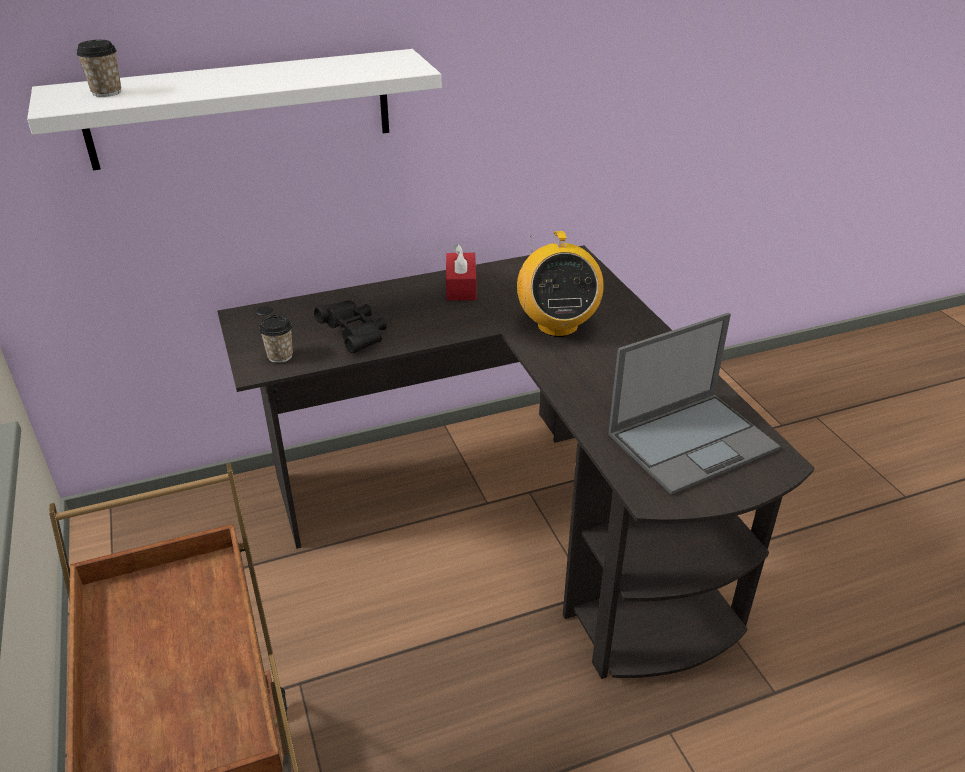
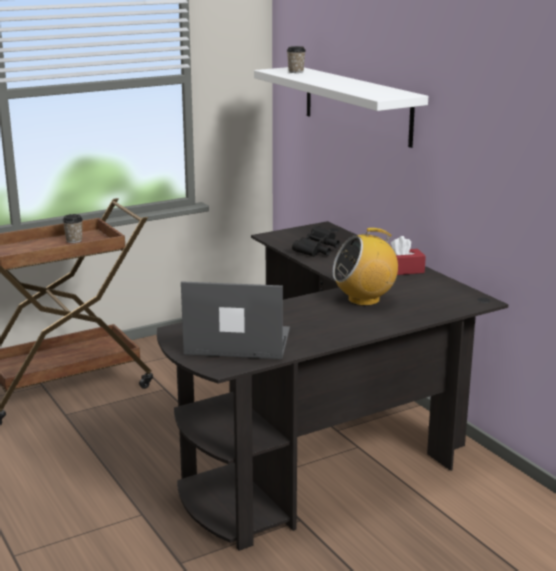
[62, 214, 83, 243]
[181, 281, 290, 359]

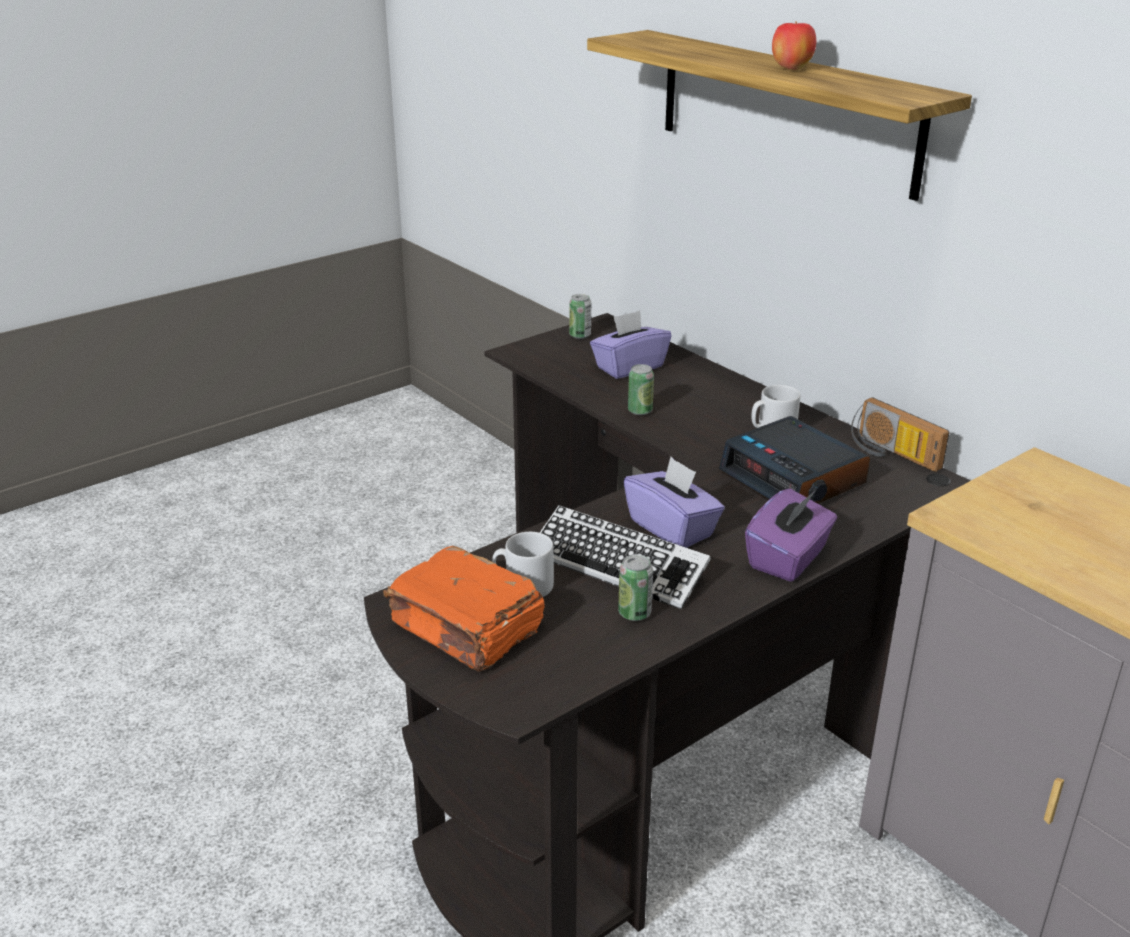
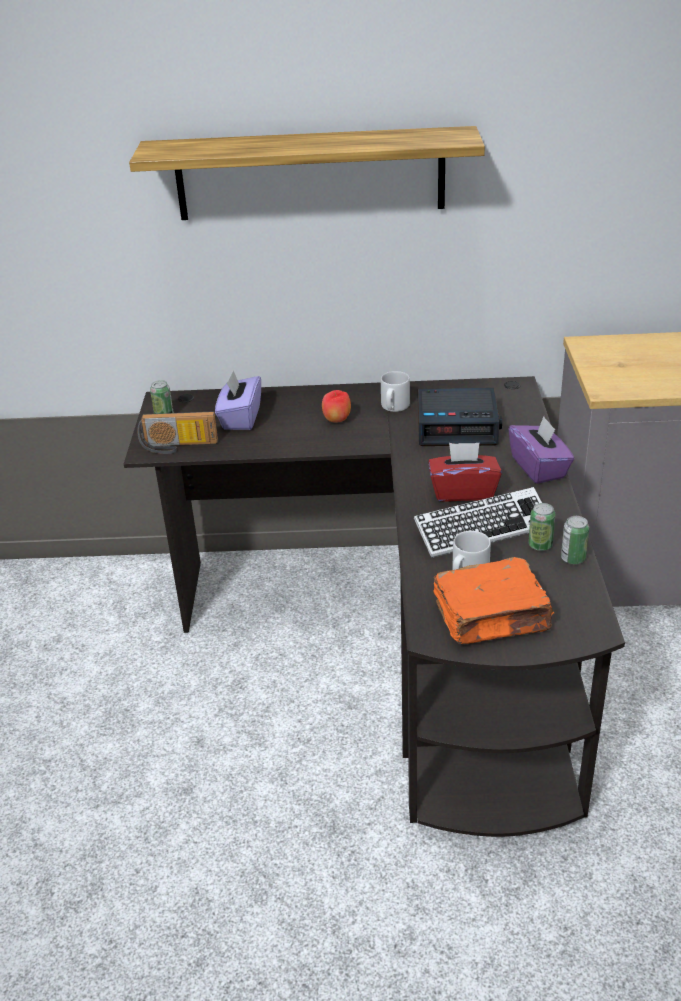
[561, 516, 589, 564]
[322, 390, 351, 423]
[137, 412, 218, 454]
[428, 443, 502, 502]

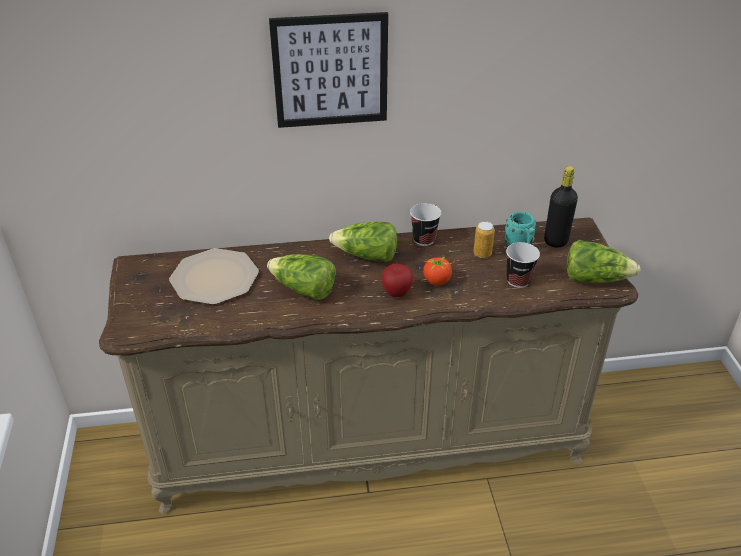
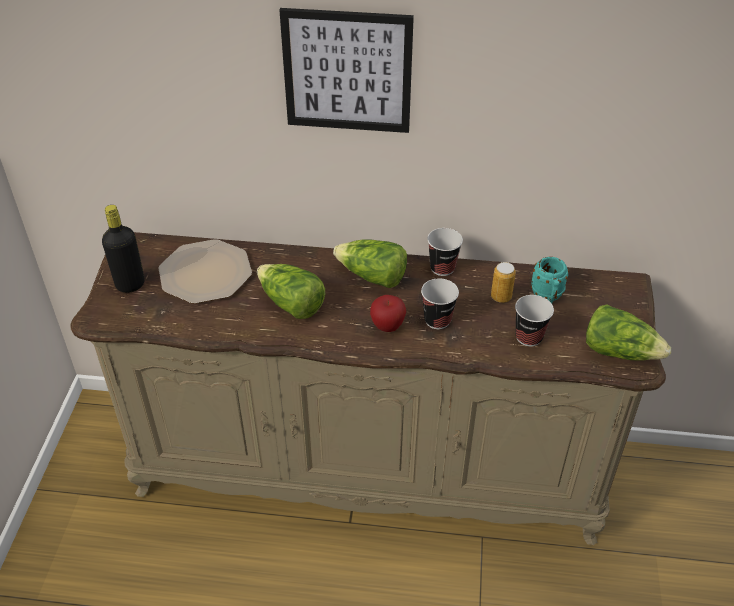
[102, 205, 145, 293]
[421, 278, 459, 329]

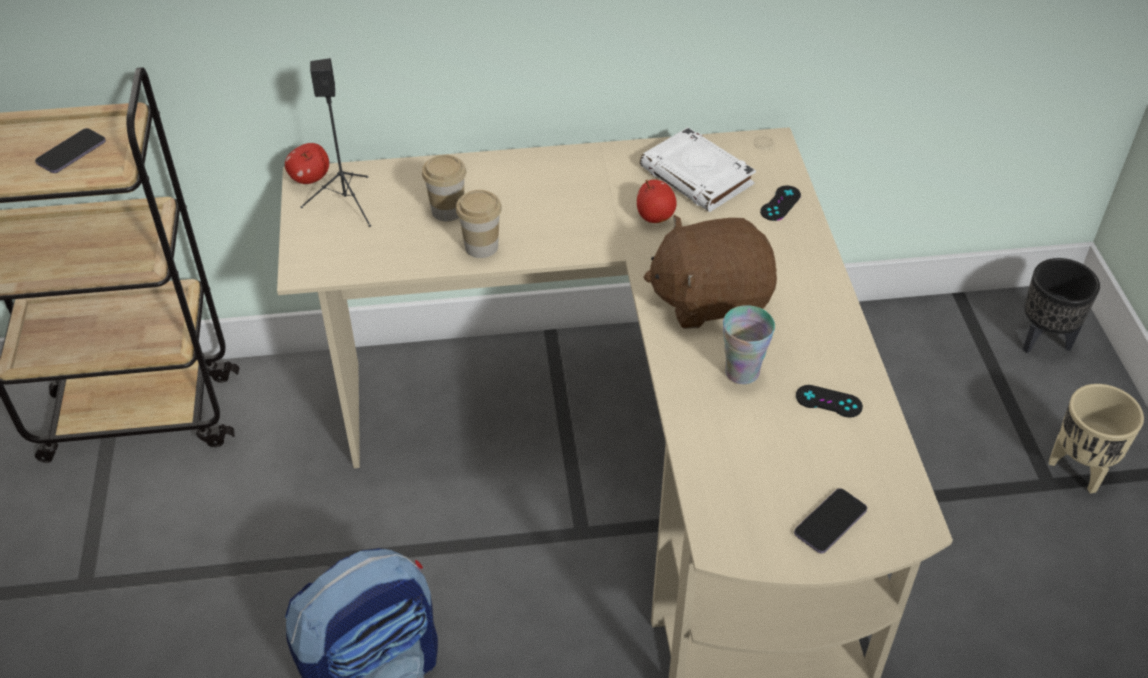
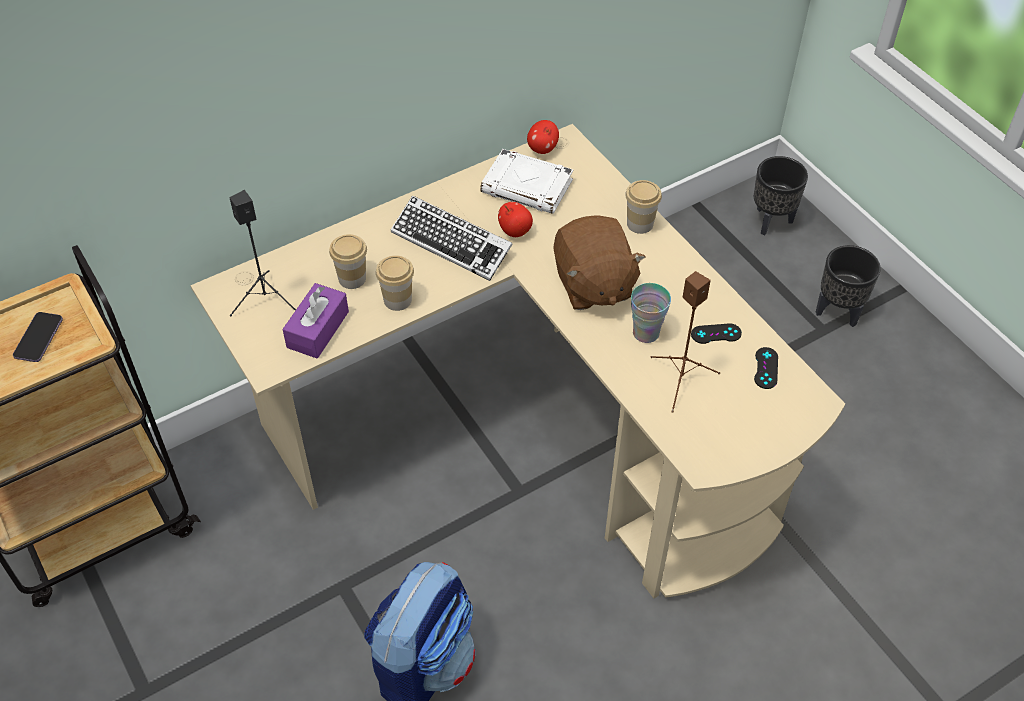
[794, 488, 867, 553] (first image)
[282, 283, 349, 358]
[391, 195, 512, 281]
[625, 180, 662, 234]
[650, 271, 720, 413]
[527, 120, 559, 154]
[754, 347, 778, 389]
[816, 245, 881, 327]
[553, 215, 646, 310]

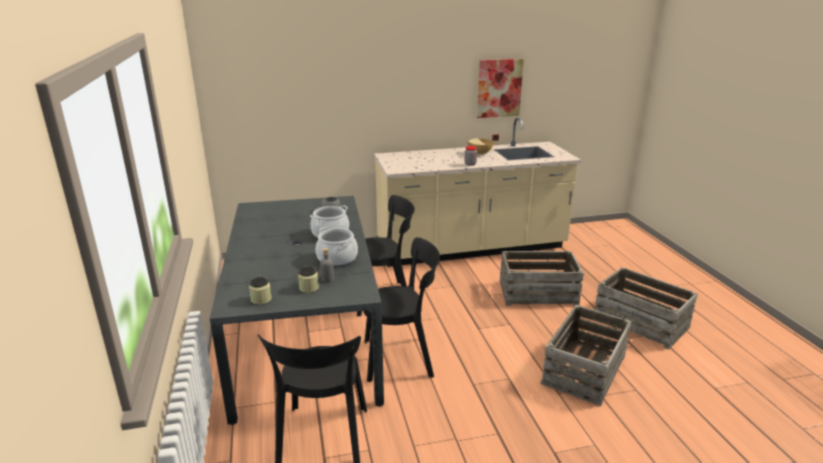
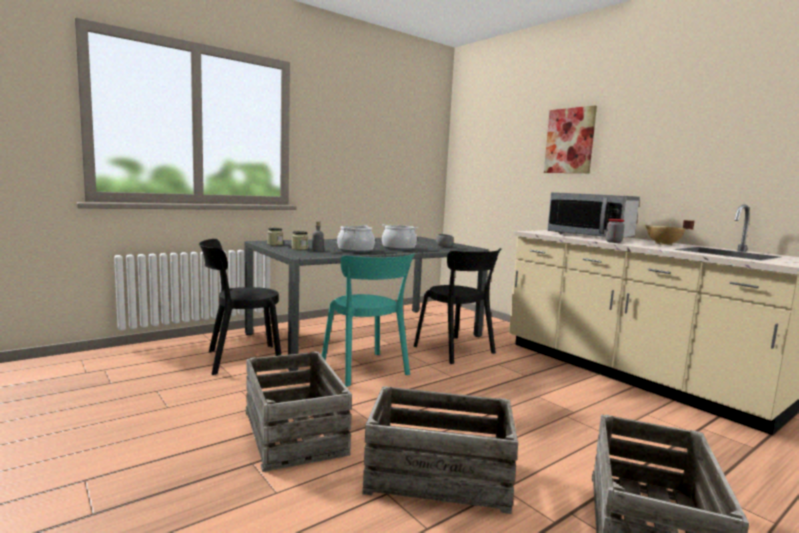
[547, 192, 640, 237]
[544, 106, 597, 173]
[245, 351, 352, 472]
[322, 253, 415, 387]

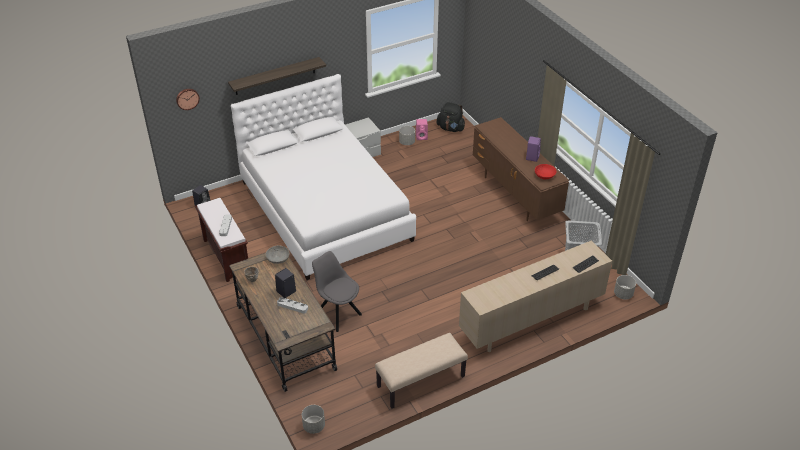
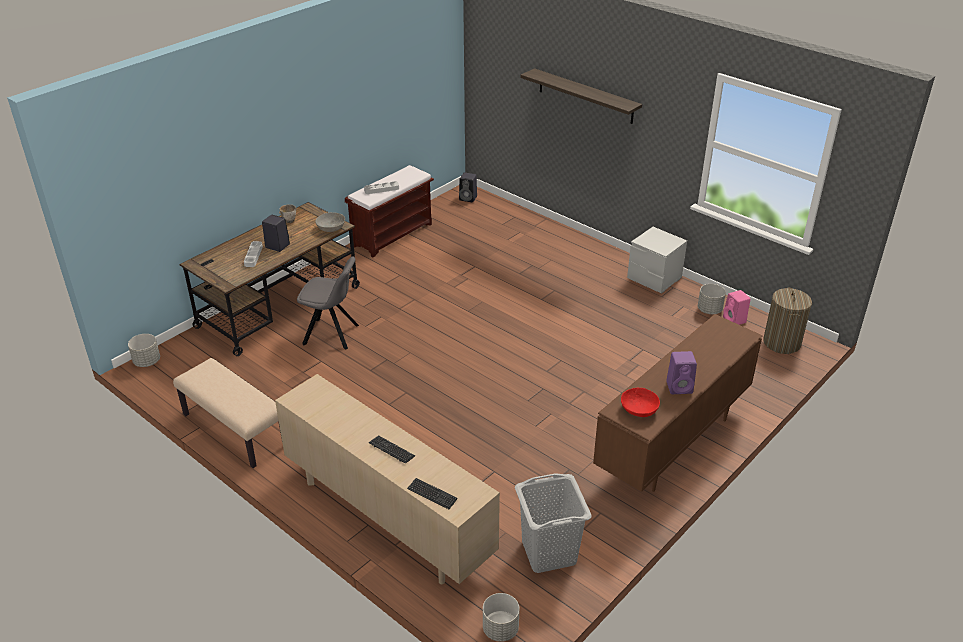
[176, 89, 200, 110] (first image)
[231, 74, 416, 280] (first image)
[763, 288, 812, 354]
[297, 256, 359, 350]

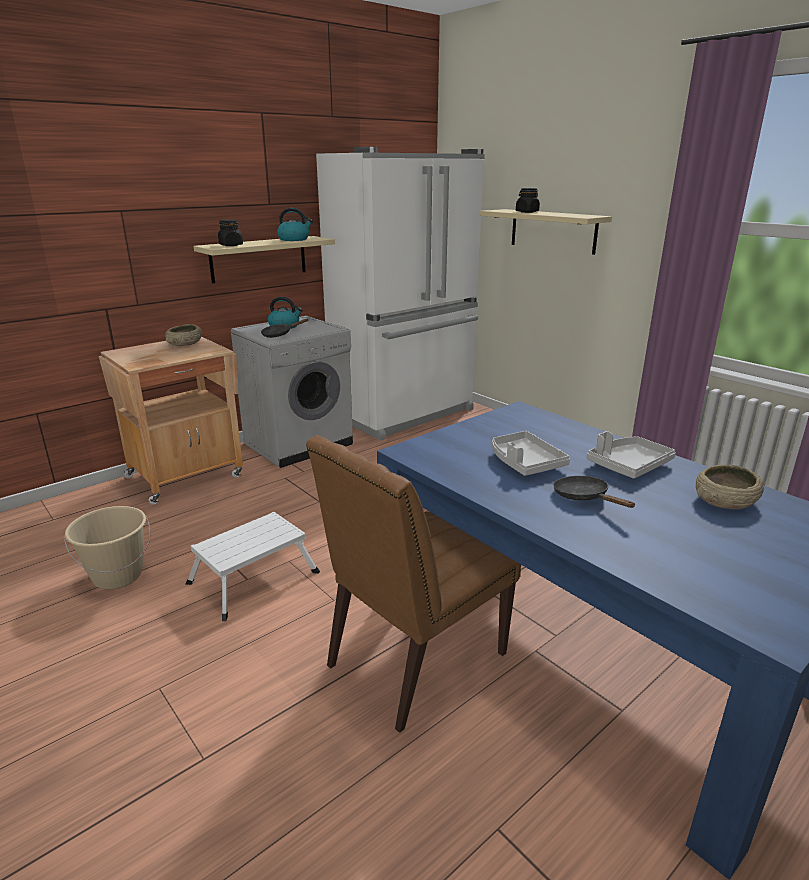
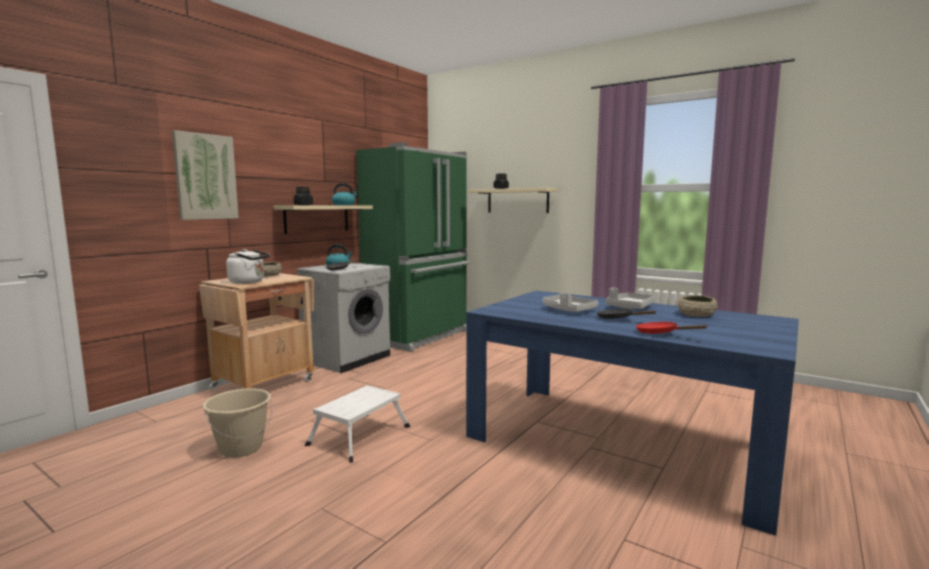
[306, 435, 521, 733] (first image)
[172, 130, 239, 220]
[226, 249, 270, 284]
[636, 322, 707, 334]
[356, 142, 469, 352]

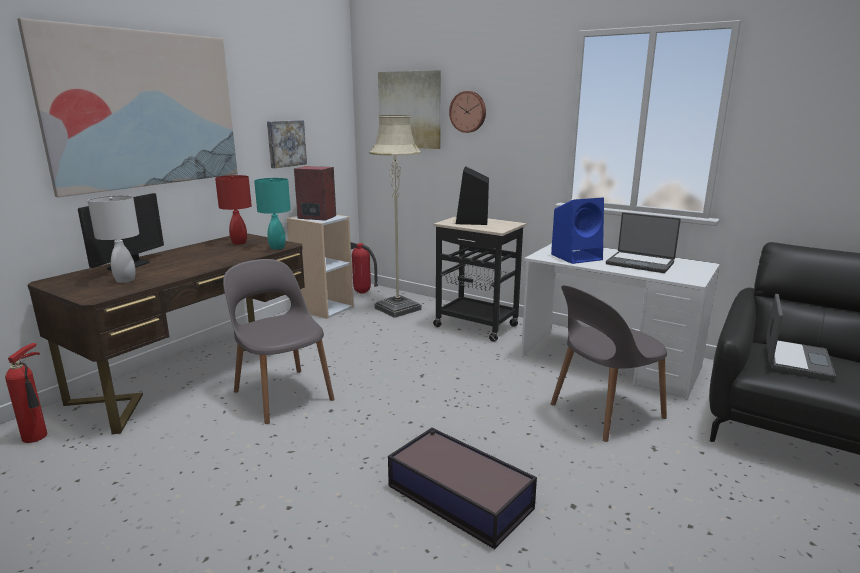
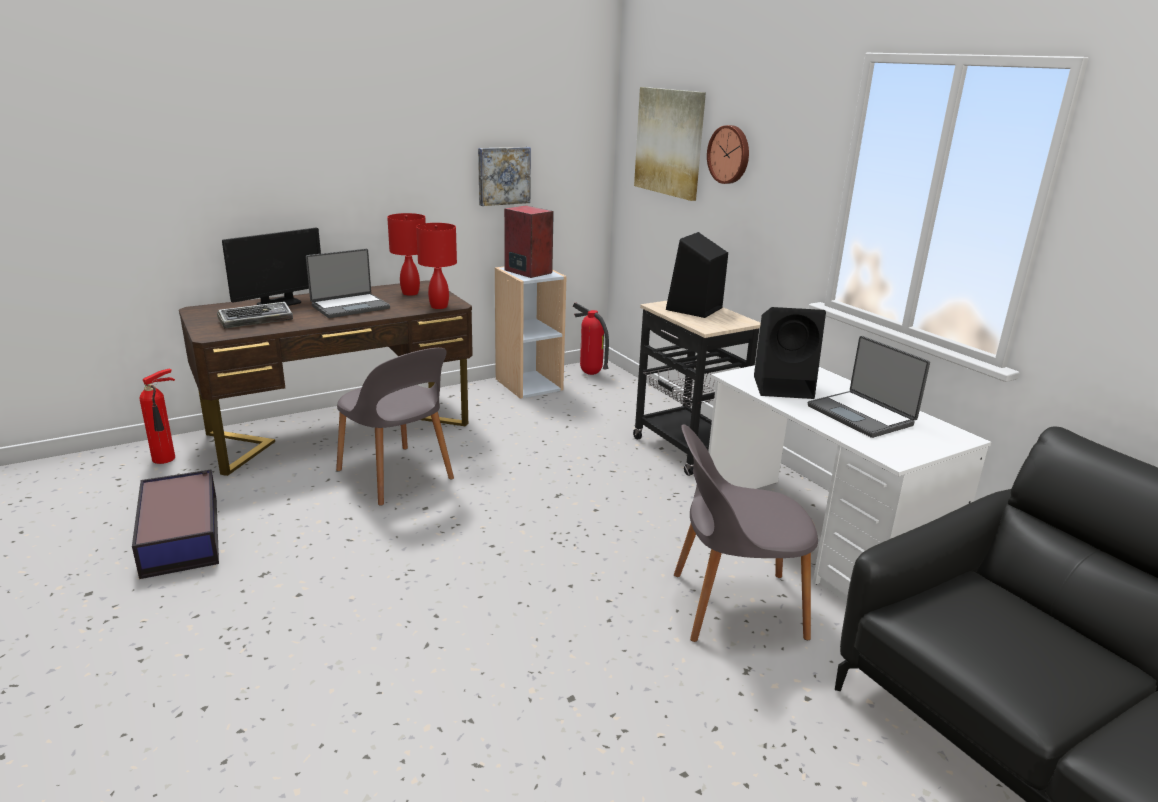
[17, 18, 237, 197] (first image)
[369, 115, 421, 318] (first image)
[132, 469, 219, 579]
[306, 249, 390, 318]
[217, 302, 293, 328]
[416, 223, 457, 309]
[754, 307, 826, 399]
[336, 348, 454, 506]

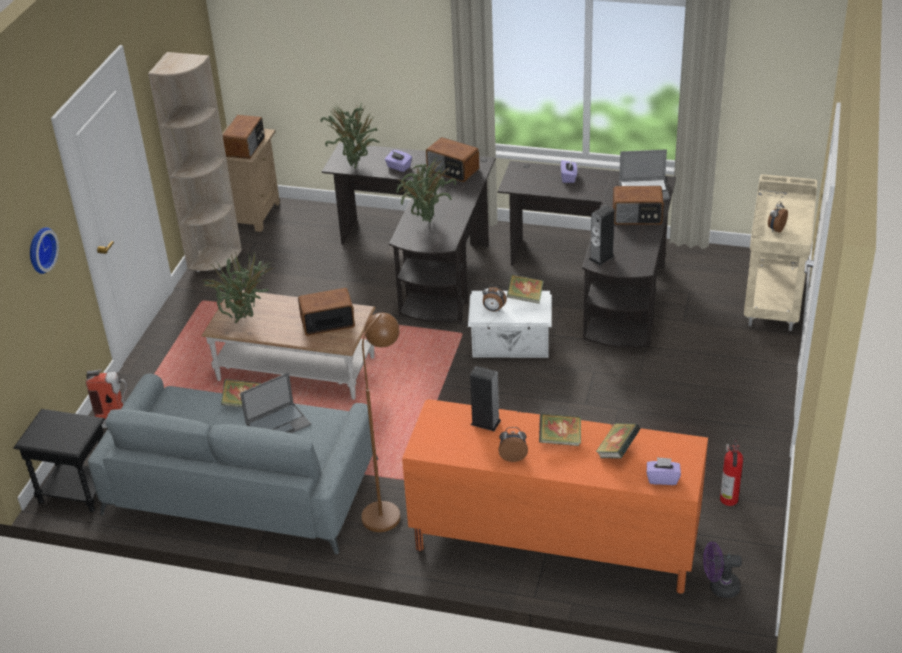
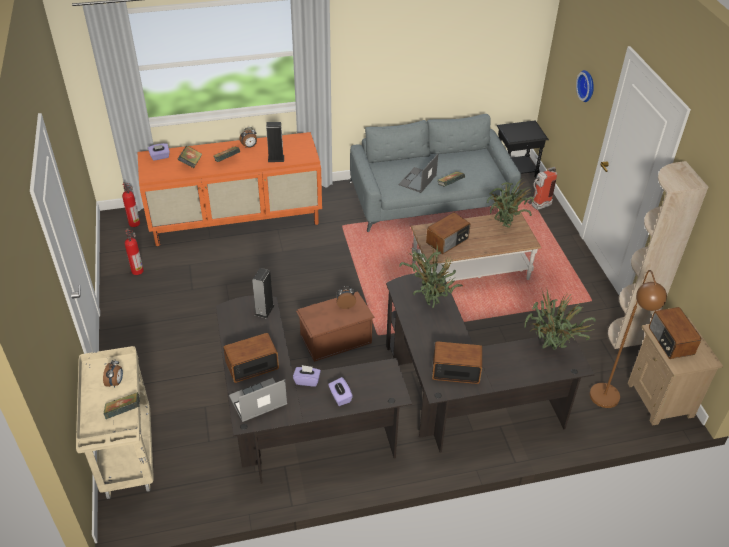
[590, 270, 667, 408]
[293, 365, 321, 387]
[103, 392, 140, 419]
[122, 182, 140, 227]
[296, 291, 375, 362]

